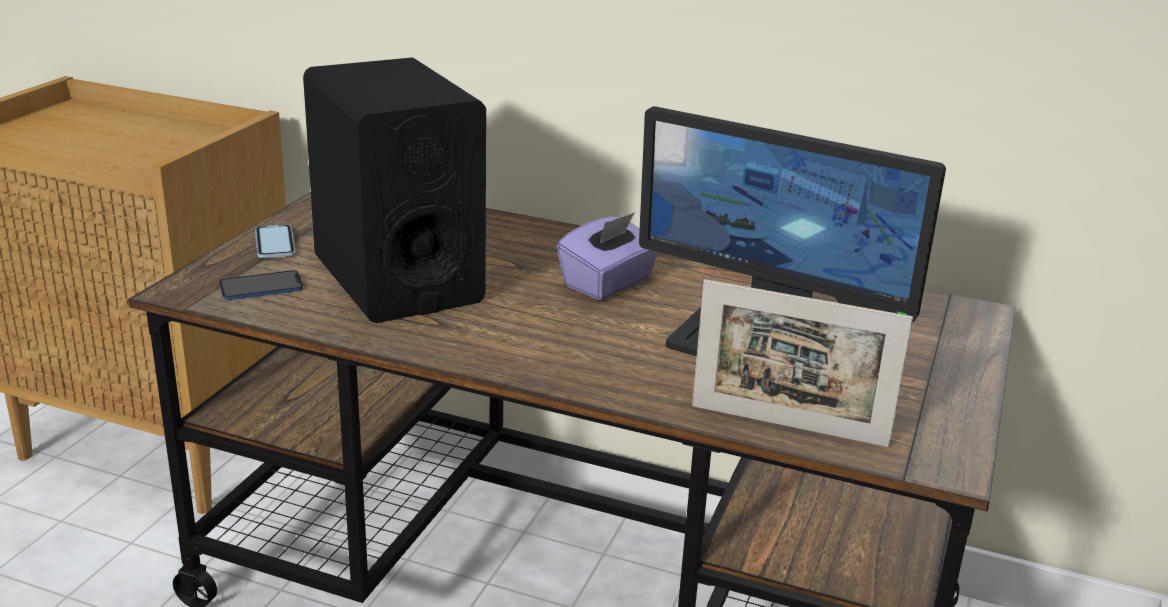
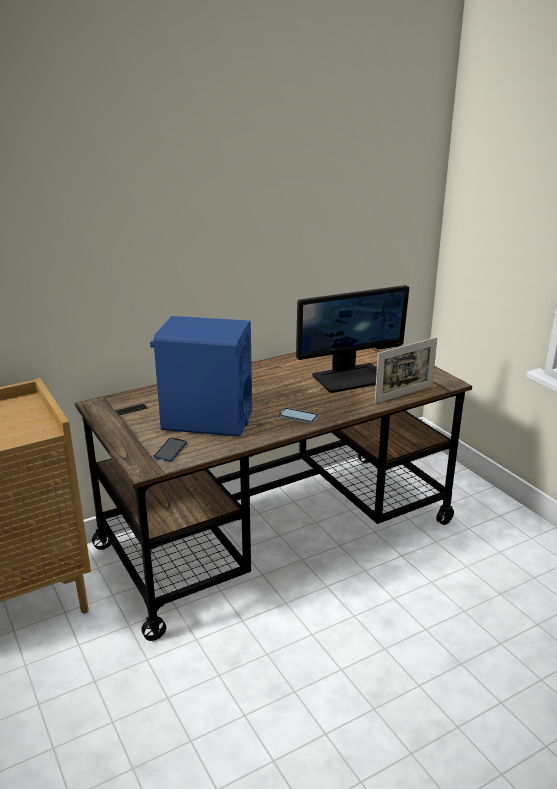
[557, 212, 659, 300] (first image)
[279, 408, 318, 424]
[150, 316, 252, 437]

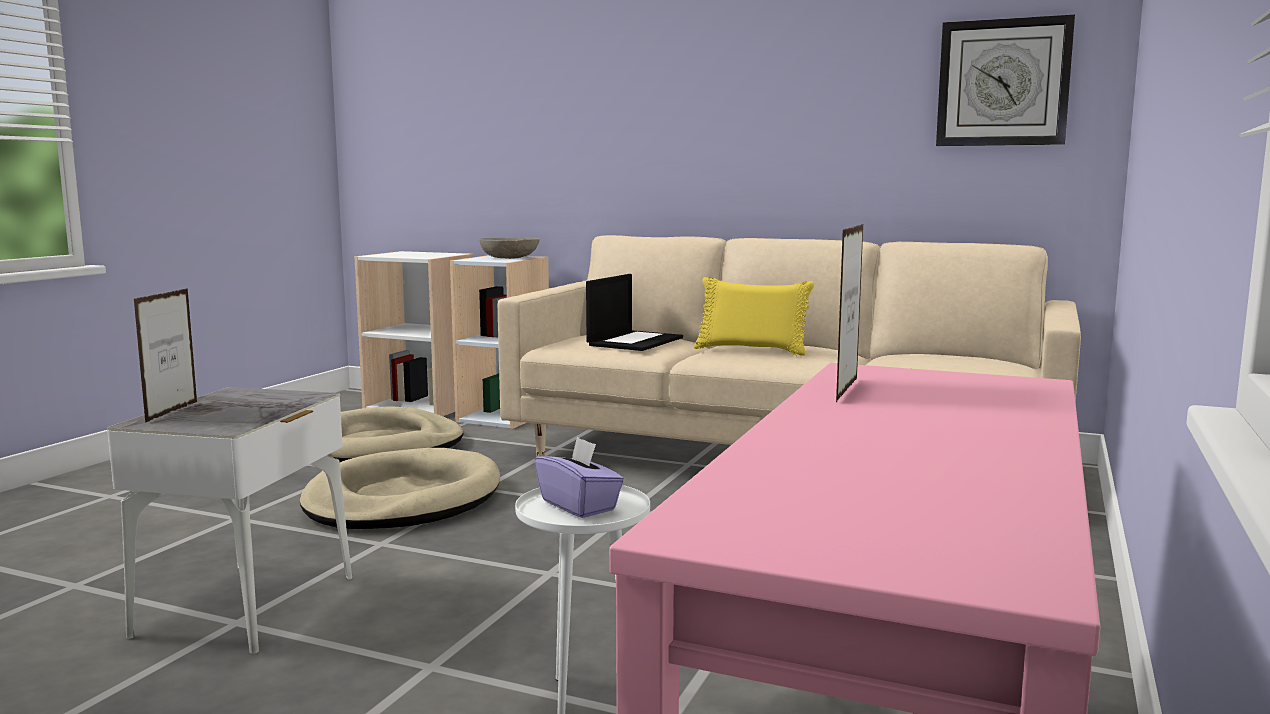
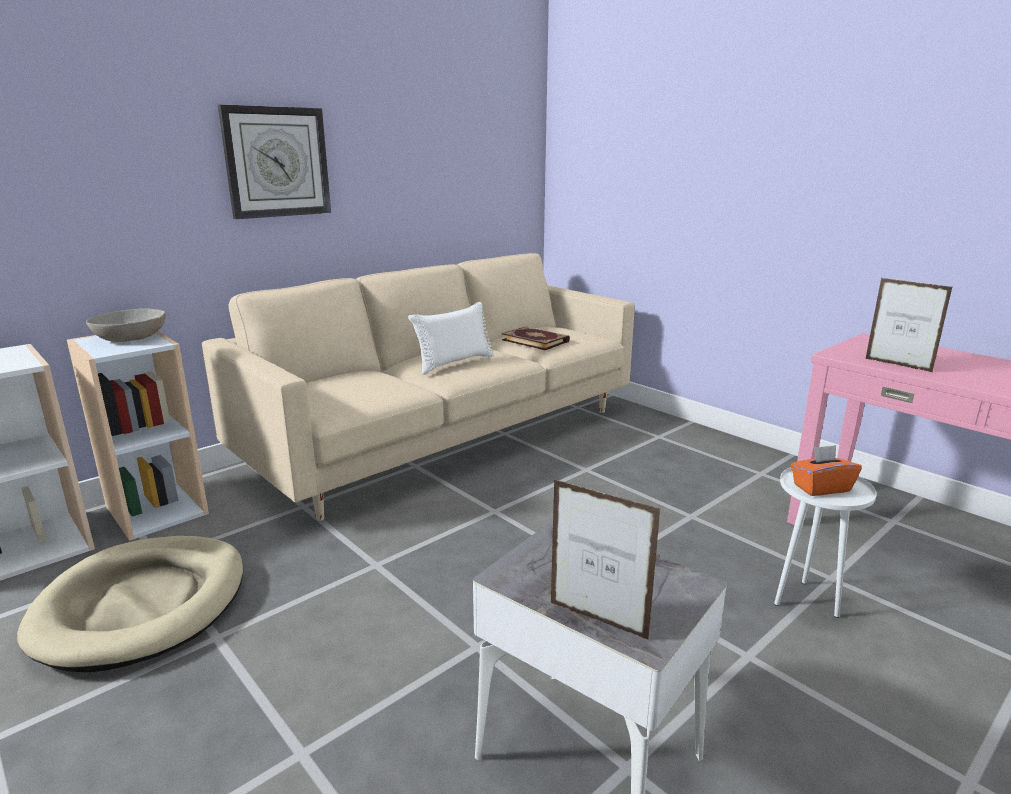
[300, 448, 500, 529] (first image)
[586, 274, 683, 351] (first image)
[502, 326, 570, 350]
[218, 104, 331, 219]
[791, 445, 862, 496]
[408, 302, 493, 375]

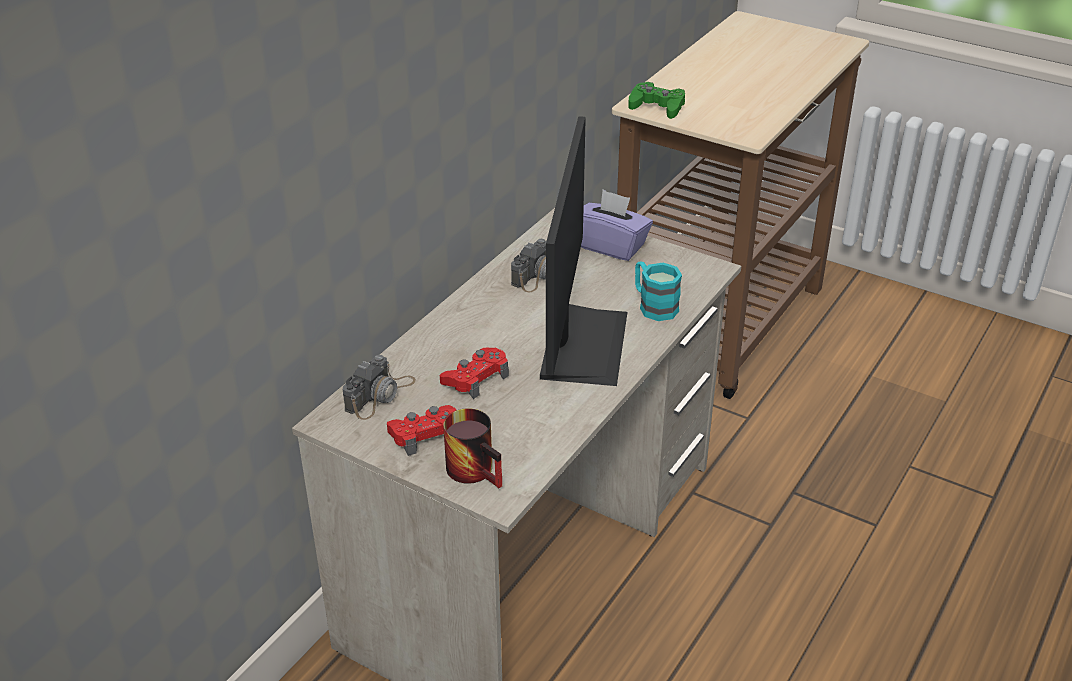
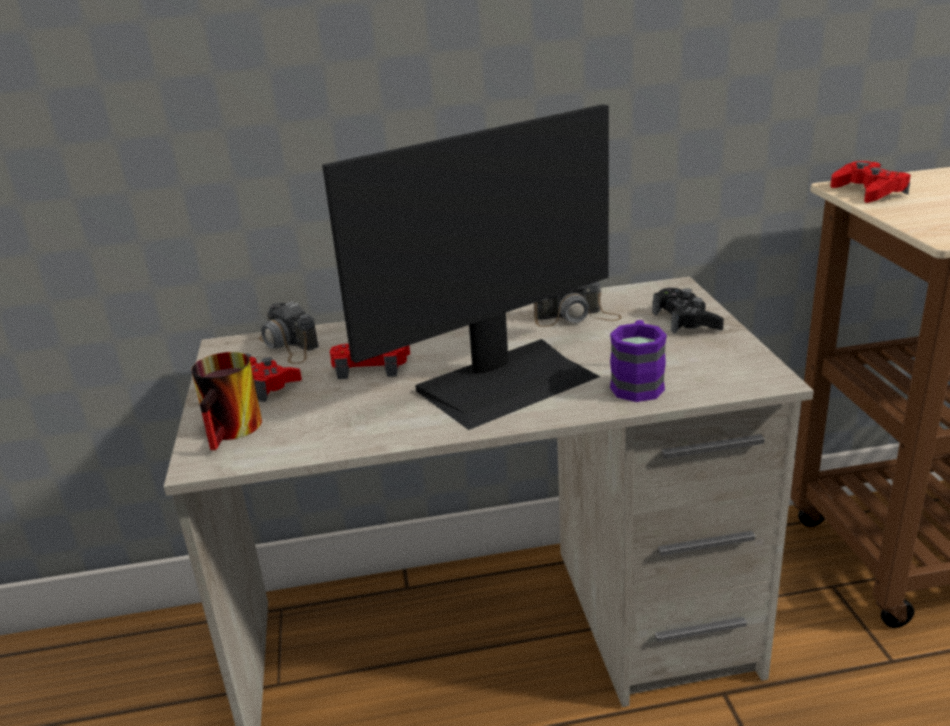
[652, 288, 724, 334]
[830, 161, 911, 203]
[610, 320, 667, 402]
[259, 301, 319, 364]

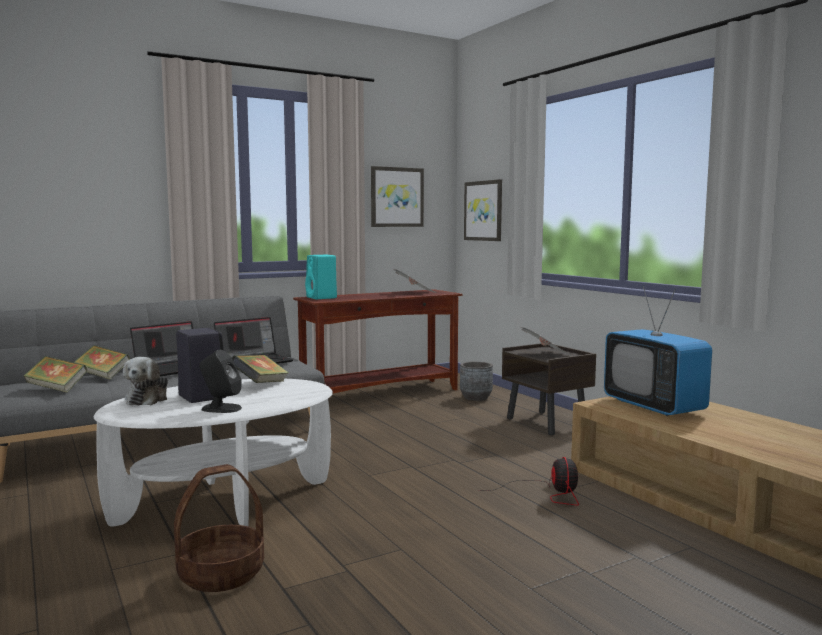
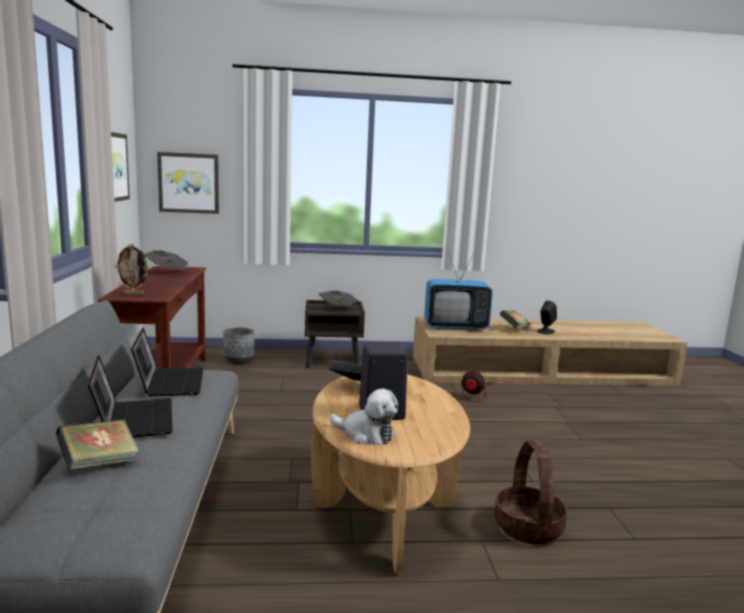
[500, 310, 531, 329]
[537, 301, 557, 334]
[115, 244, 149, 294]
[311, 375, 470, 574]

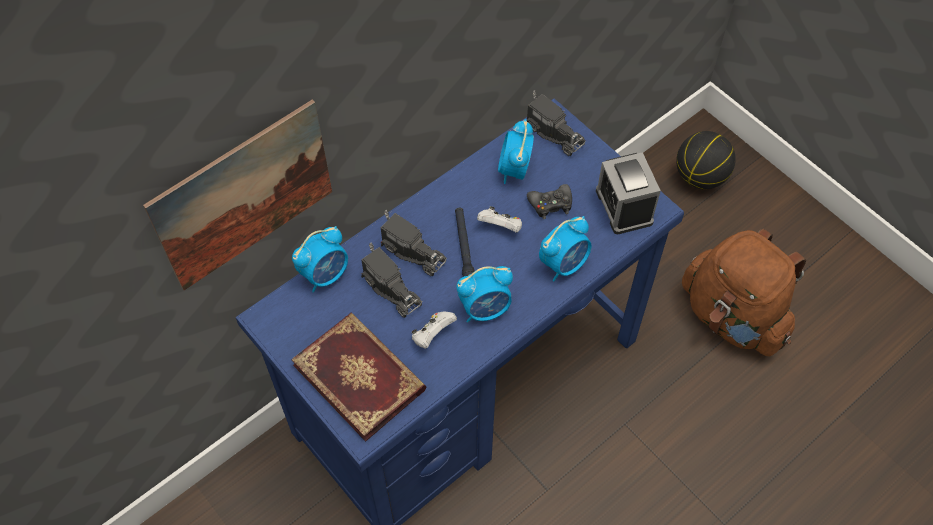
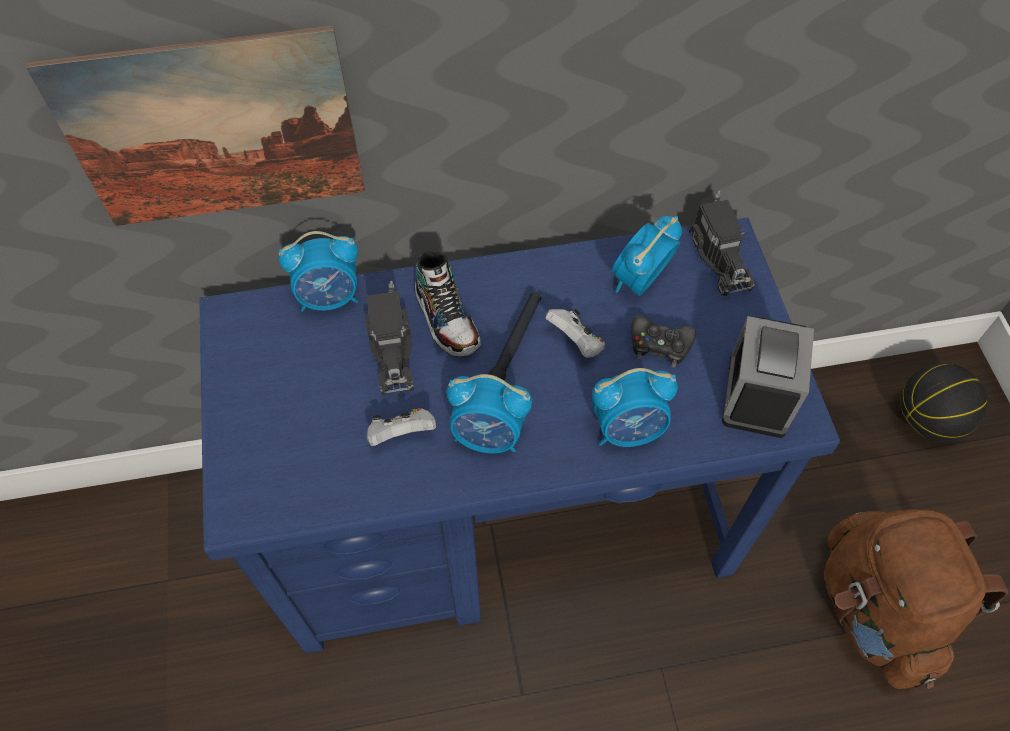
[291, 313, 427, 442] (first image)
[415, 251, 481, 357]

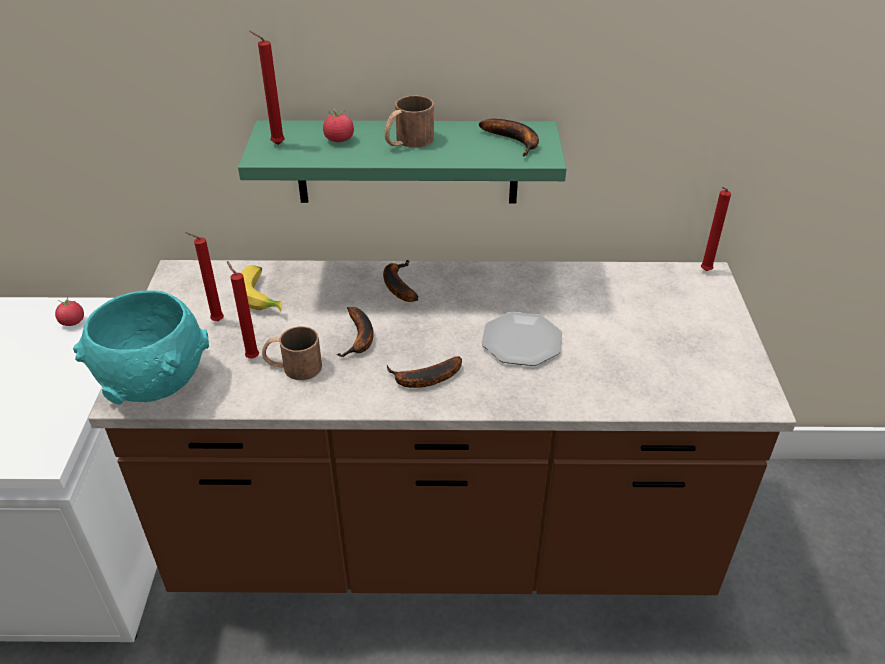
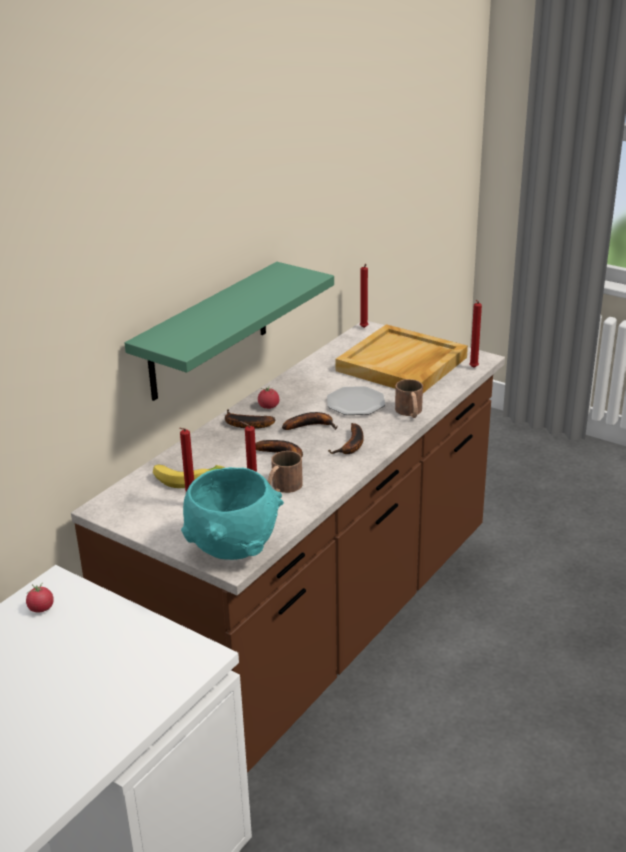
[336, 324, 468, 393]
[469, 300, 482, 368]
[258, 386, 279, 409]
[395, 379, 423, 418]
[282, 412, 338, 430]

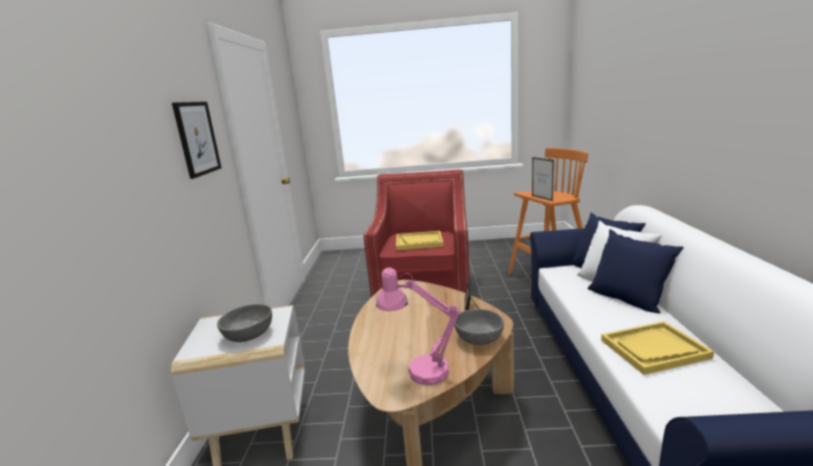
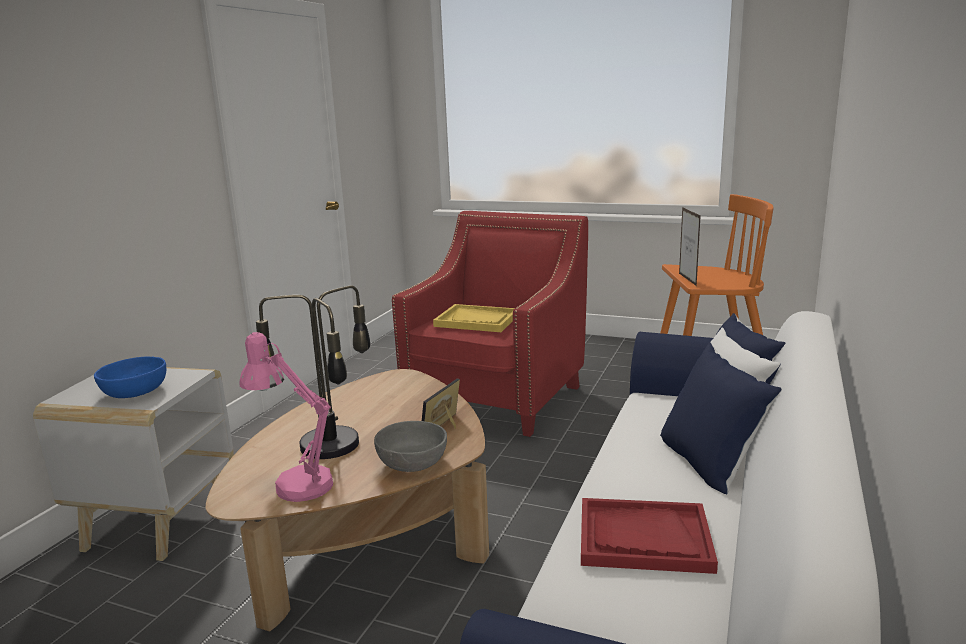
[172, 102, 222, 179] (first image)
[256, 285, 370, 459]
[94, 357, 166, 398]
[581, 498, 718, 574]

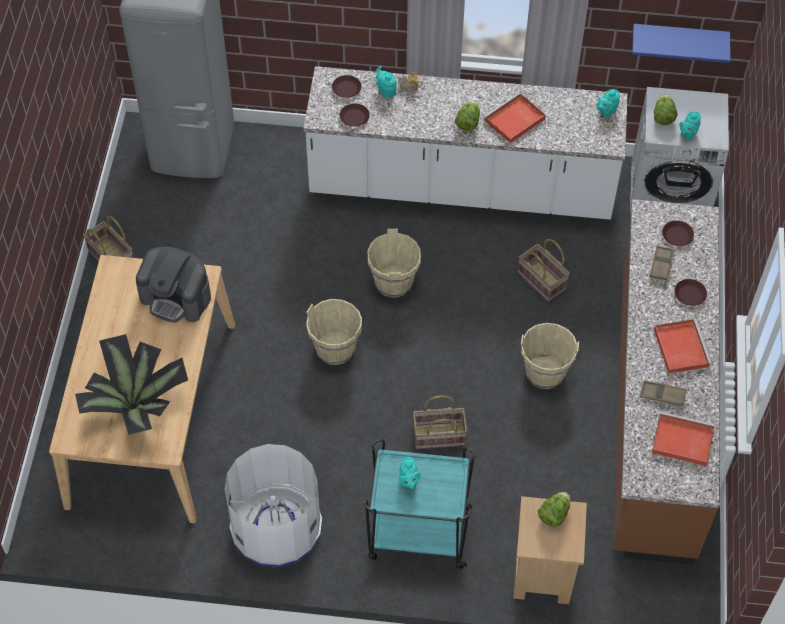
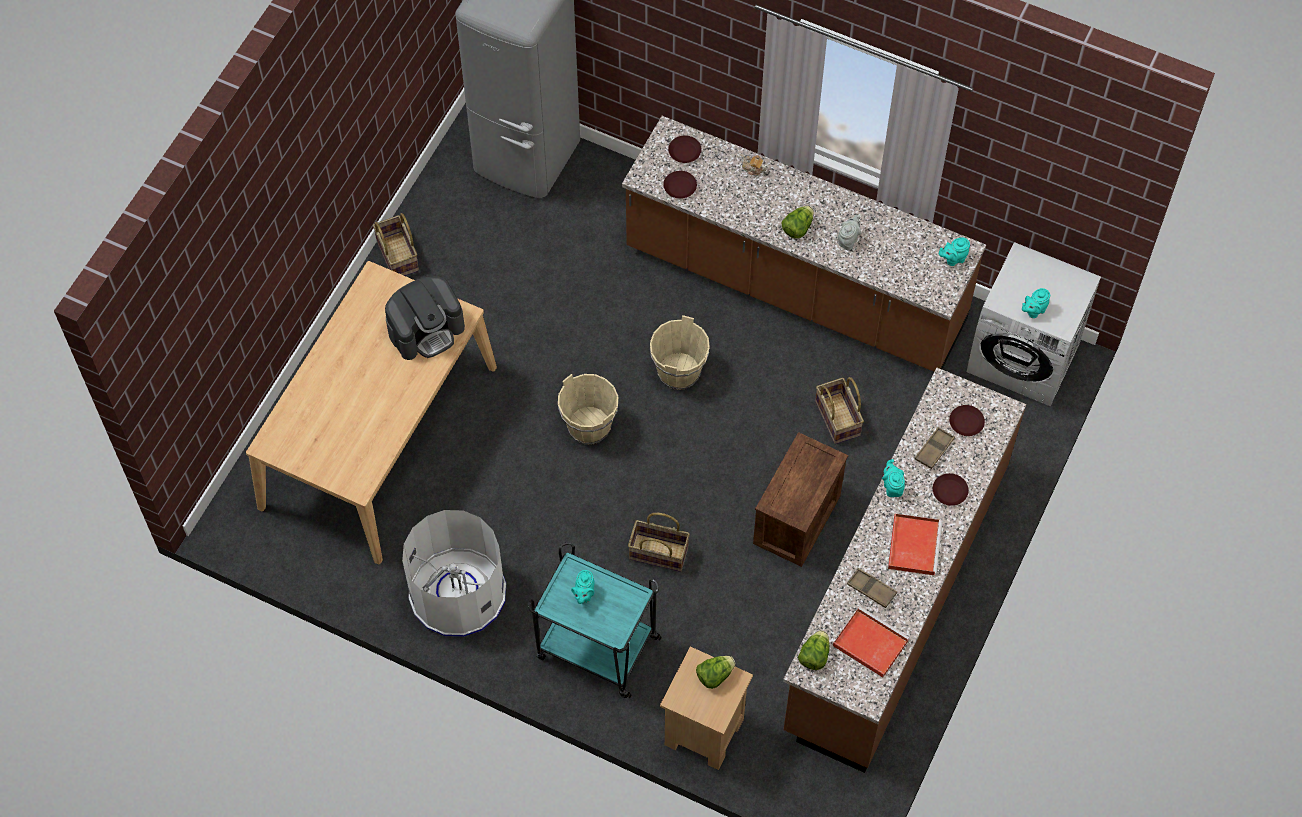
[75, 334, 188, 435] (first image)
[632, 24, 730, 63] (first image)
[882, 459, 905, 497]
[798, 630, 830, 670]
[838, 215, 861, 250]
[753, 432, 848, 567]
[622, 116, 986, 372]
[385, 277, 465, 360]

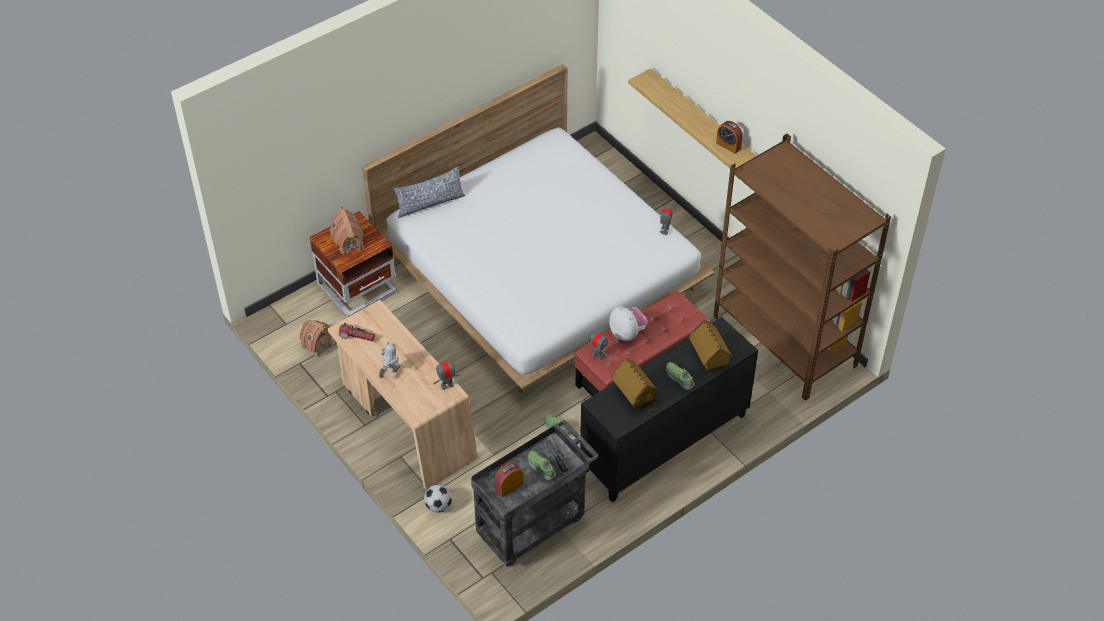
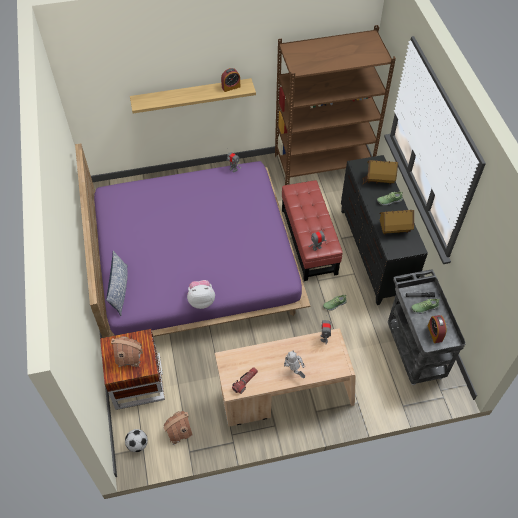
[125, 429, 148, 452]
[187, 280, 215, 309]
[75, 143, 310, 338]

